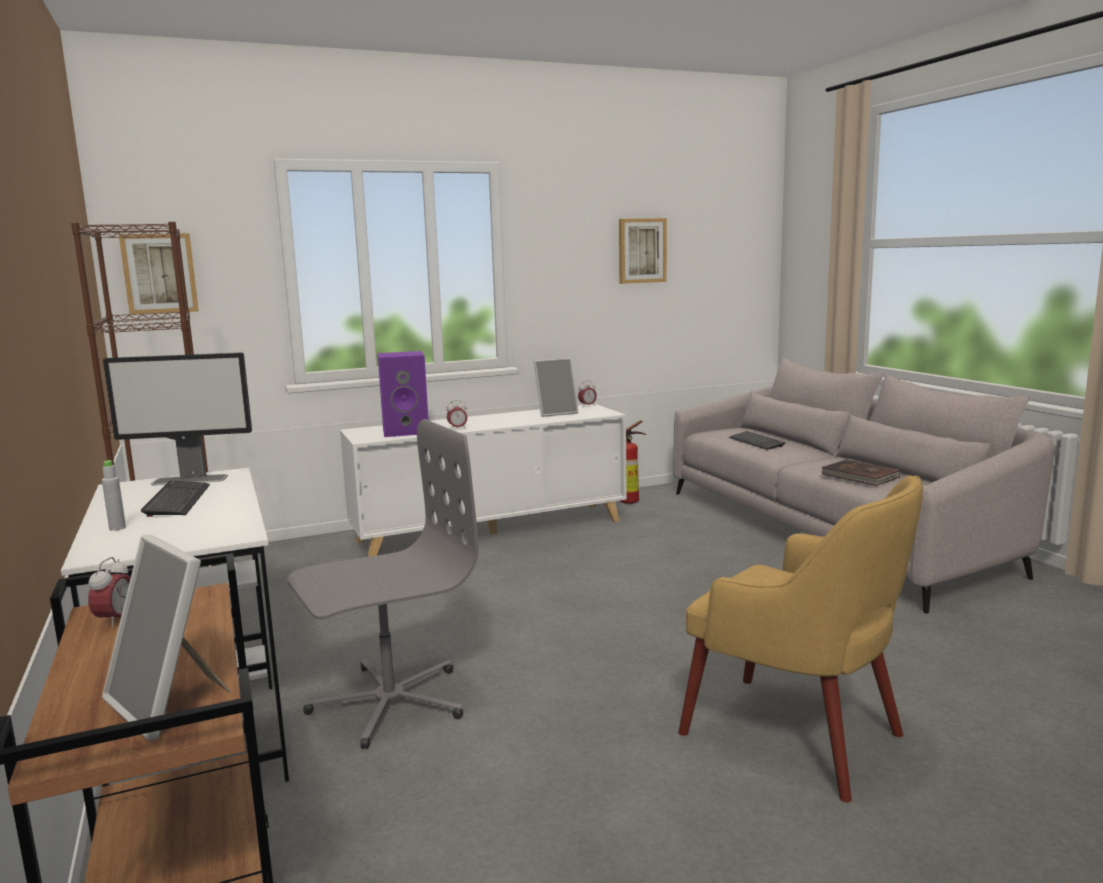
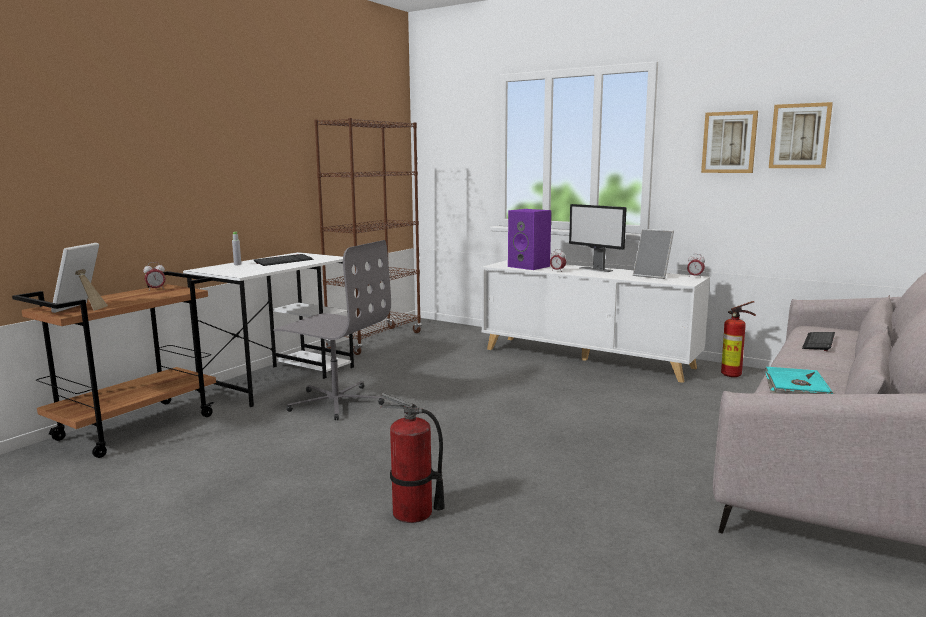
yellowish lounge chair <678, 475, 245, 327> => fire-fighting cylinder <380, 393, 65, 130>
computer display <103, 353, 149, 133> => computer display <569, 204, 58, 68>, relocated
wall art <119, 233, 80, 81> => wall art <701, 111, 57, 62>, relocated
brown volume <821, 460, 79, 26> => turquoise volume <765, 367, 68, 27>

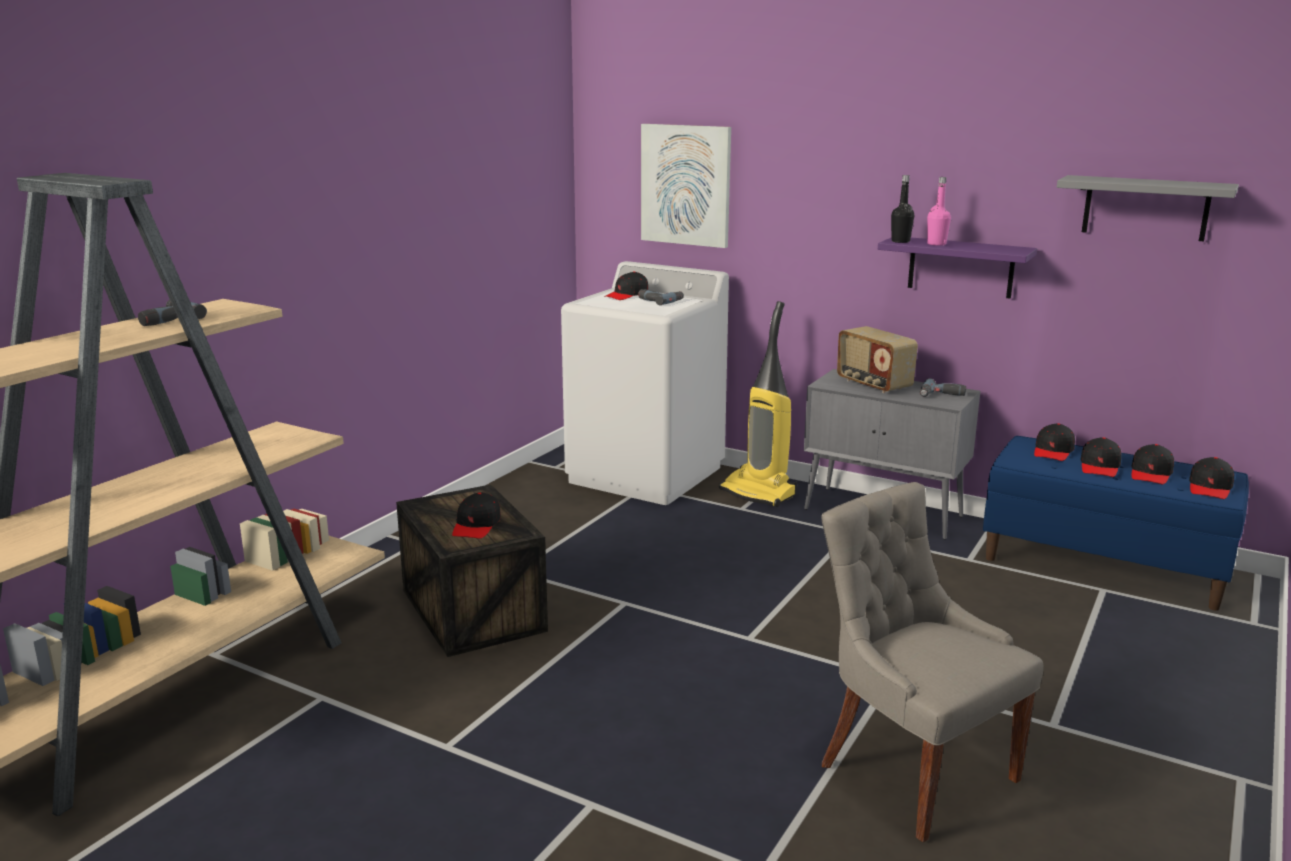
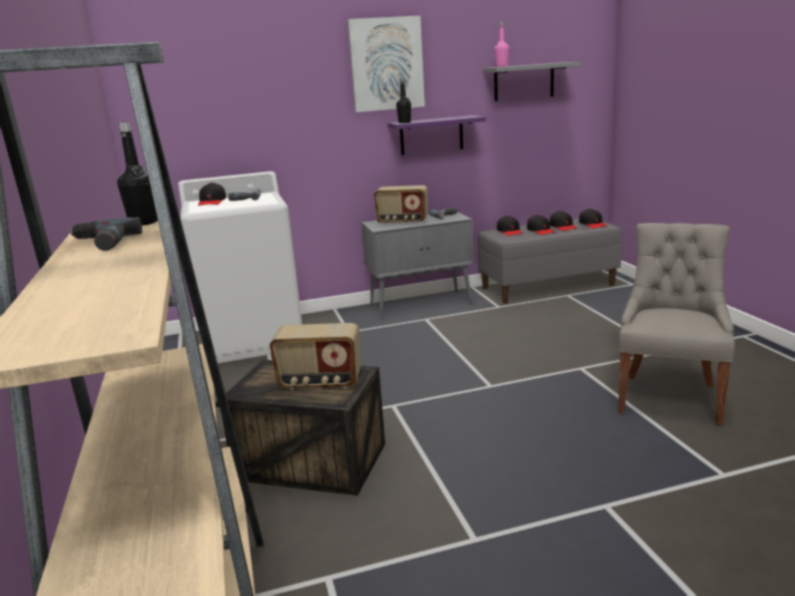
nothing => black-coloured beverage bottle <117, 122, 41, 103>
black-coloured peaked cap <452, 492, 49, 47> => radio <270, 323, 91, 67>
wall art <641, 124, 90, 124> => wall art <348, 16, 77, 96>, relocated
blue-coloured bench <983, 436, 266, 175> => grey bench <477, 218, 145, 86>
pinkish beverage bottle <927, 177, 24, 69> => pinkish beverage bottle <495, 21, 14, 46>, relocated
grey chair <821, 482, 223, 360> => grey chair <618, 223, 117, 203>, 105 degrees clockwise
vacuum <719, 301, 78, 206> => nothing

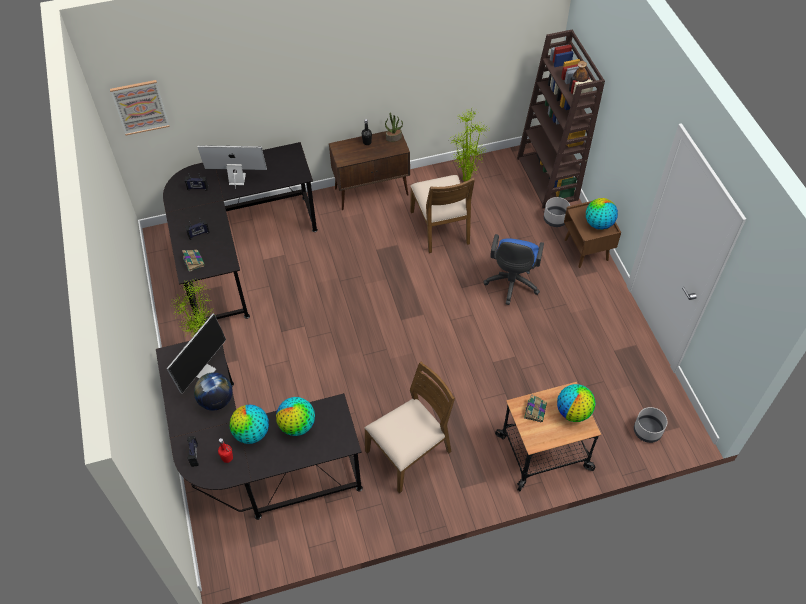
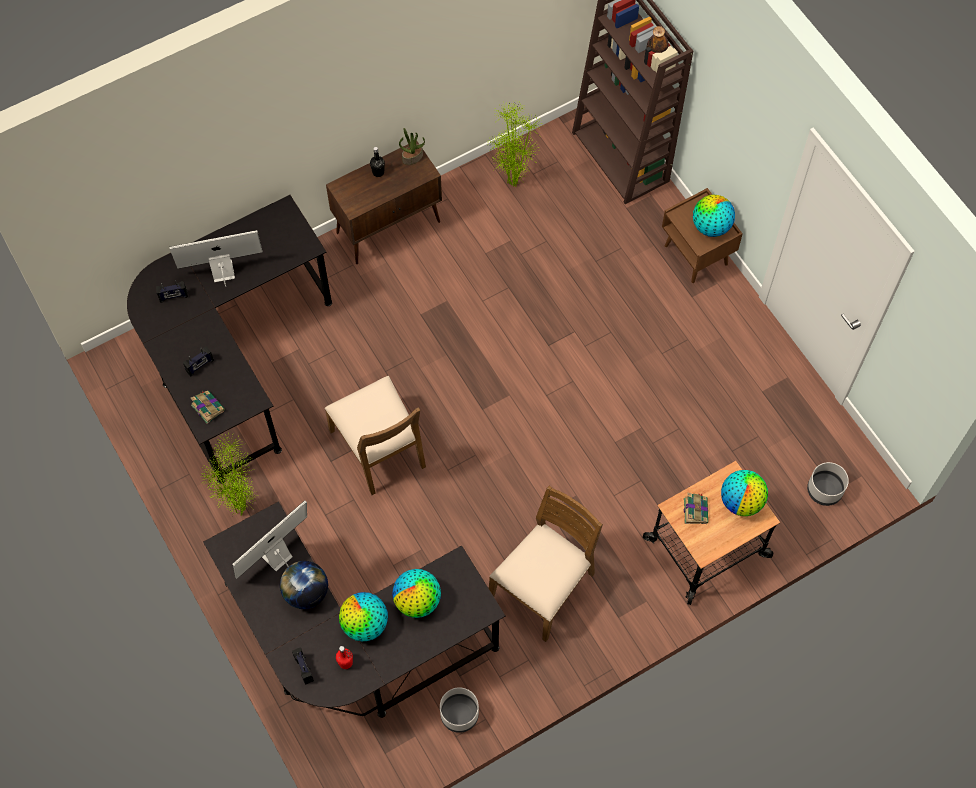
computer display <167, 314, 59, 80> => computer display <232, 500, 75, 79>, 150 degrees counterclockwise
brown chair <410, 175, 65, 78> => brown chair <325, 376, 101, 119>, relocated
grey flower pot <544, 197, 26, 30> => grey flower pot <440, 687, 39, 46>, relocated
wall art <110, 80, 60, 55> => nothing
blue-coloured office chair <483, 234, 61, 71> => nothing

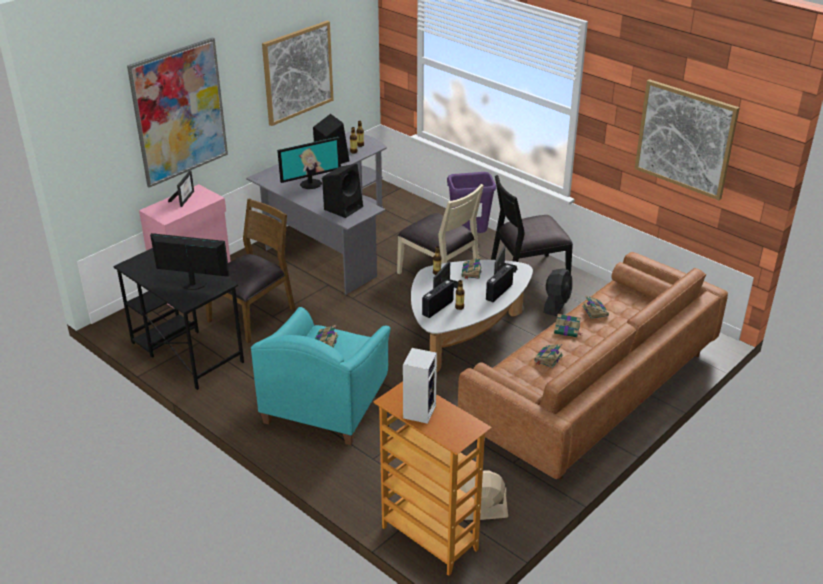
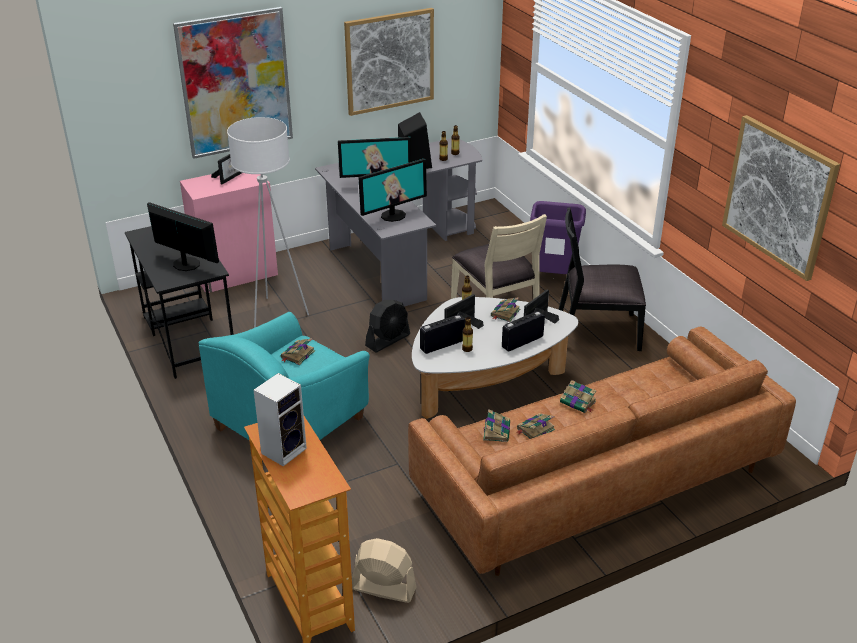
brown chair <205, 199, 90, 144> => white-coloured standing lamp <227, 117, 82, 211>
black-coloured audio speaker <322, 164, 41, 54> => computer display <358, 158, 69, 64>
black-coloured cooling fan <543, 268, 29, 48> => black-coloured cooling fan <365, 300, 45, 53>, relocated
volume <582, 296, 27, 23> => volume <483, 409, 27, 33>, relocated

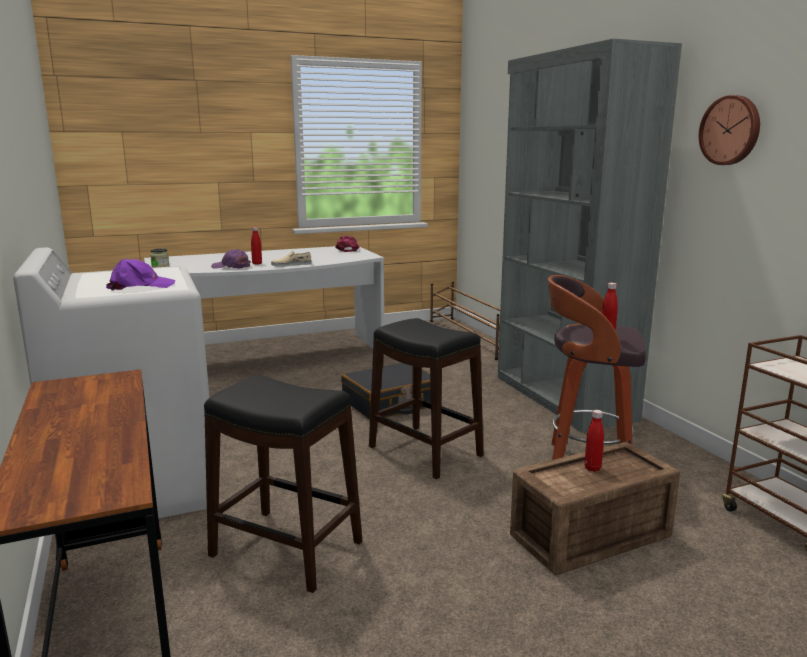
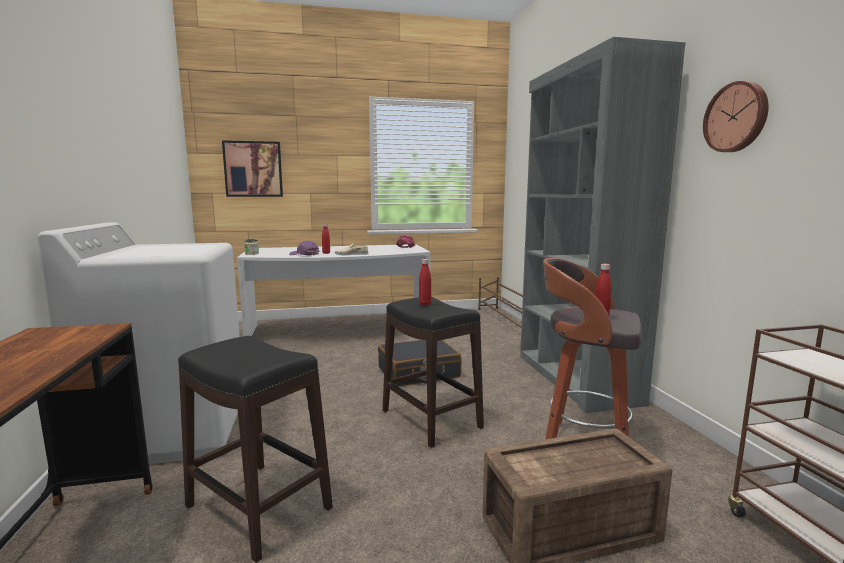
nothing => wall art <222, 140, 61, 57>
red beverage bottle <584, 410, 20, 62> => red beverage bottle <419, 259, 12, 47>, relocated
purplish peaked cap <106, 259, 69, 32> => nothing

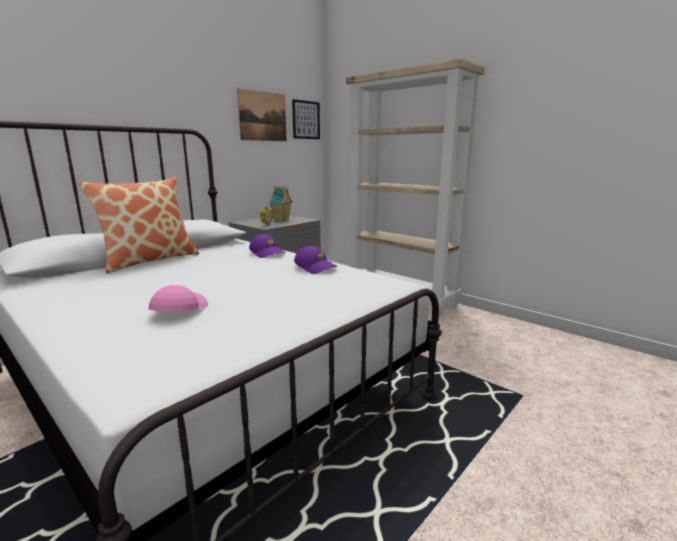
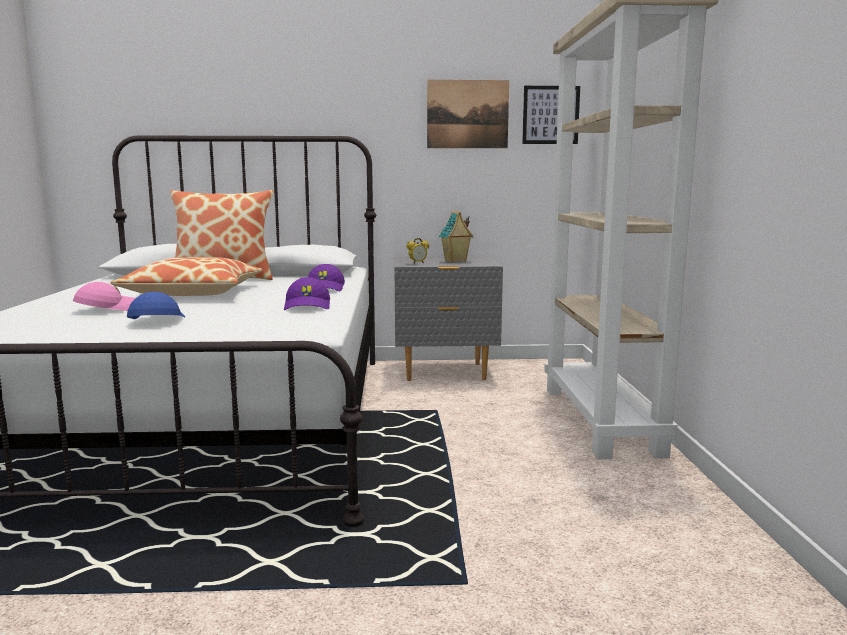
nothing => cushion <110, 257, 152, 39>
nothing => blue-coloured peaked cap <127, 292, 58, 27>

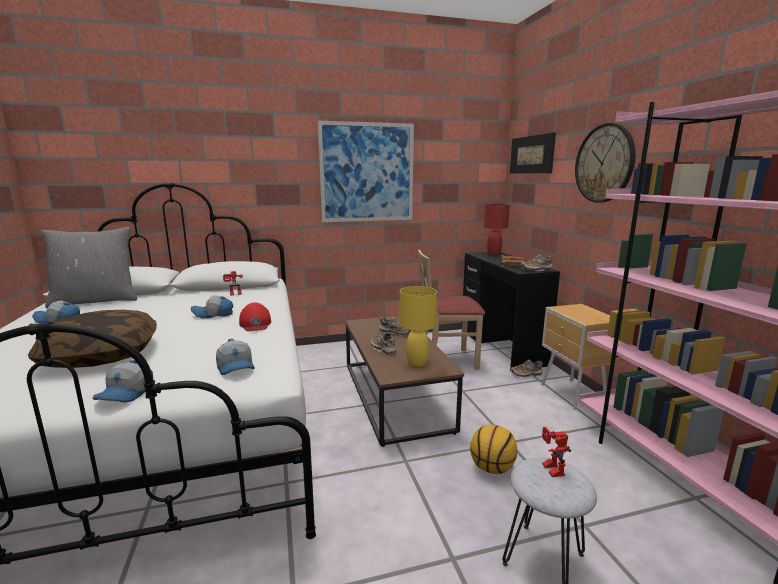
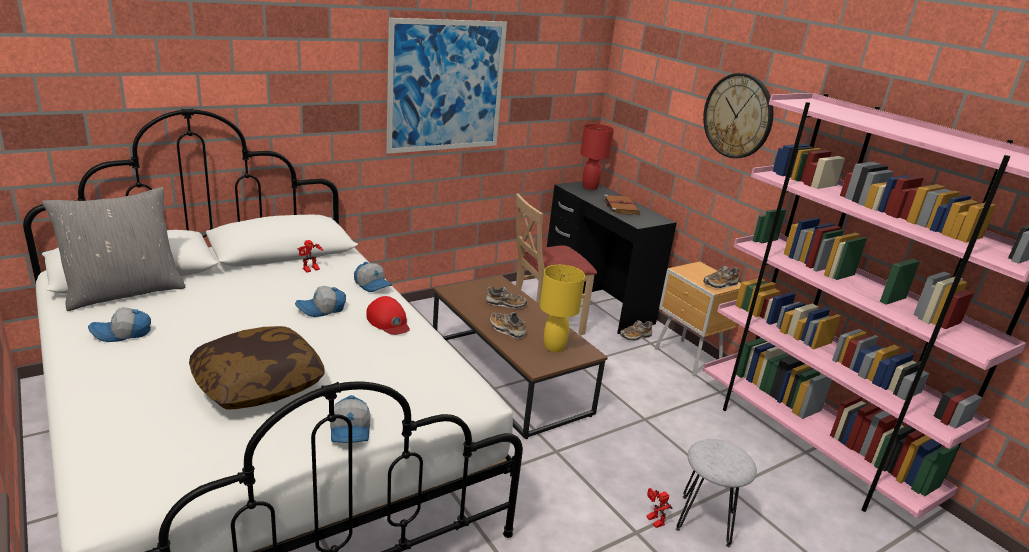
peaked cap <216, 339, 39, 36> => peaked cap <354, 262, 38, 30>, relocated
toy robot <542, 427, 29, 50> => toy robot <646, 488, 26, 40>, relocated
item of footwear <521, 254, 32, 17> => item of footwear <703, 266, 36, 23>, relocated
basketball ball <470, 425, 47, 49> => nothing
wall art <510, 133, 46, 41> => nothing

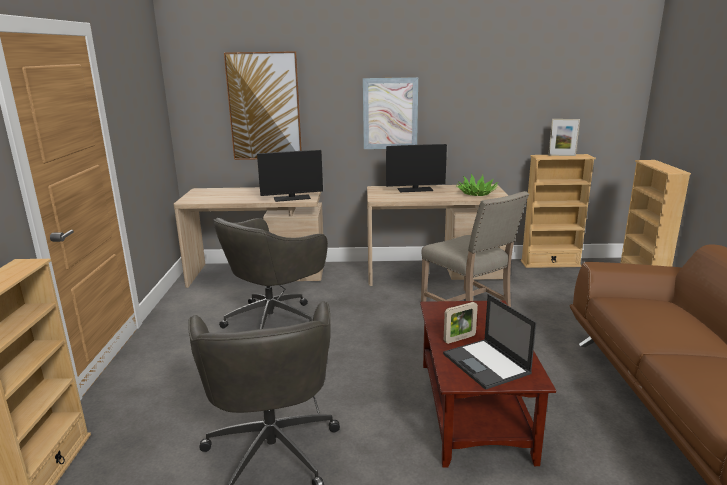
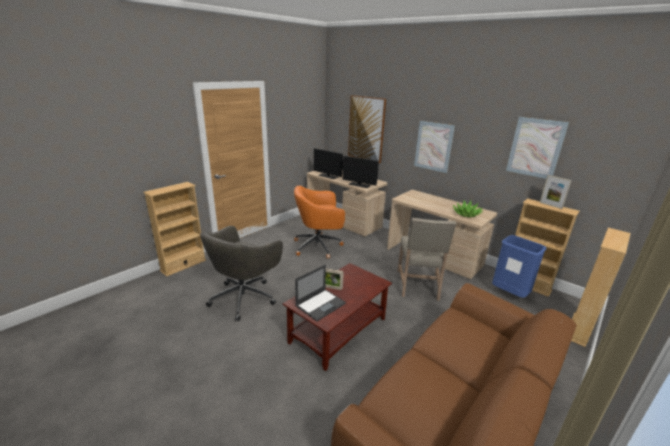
grey office chair <214, 218, 114, 111> => orange-coloured office chair <294, 186, 51, 73>
portable computer <443, 294, 93, 96> => portable computer <295, 264, 51, 57>, 150 degrees counterclockwise
computer display <386, 144, 61, 48> => computer display <314, 148, 29, 31>, relocated
nothing => blue-coloured waste bin <492, 235, 54, 63>
nothing => wall art <506, 117, 63, 62>

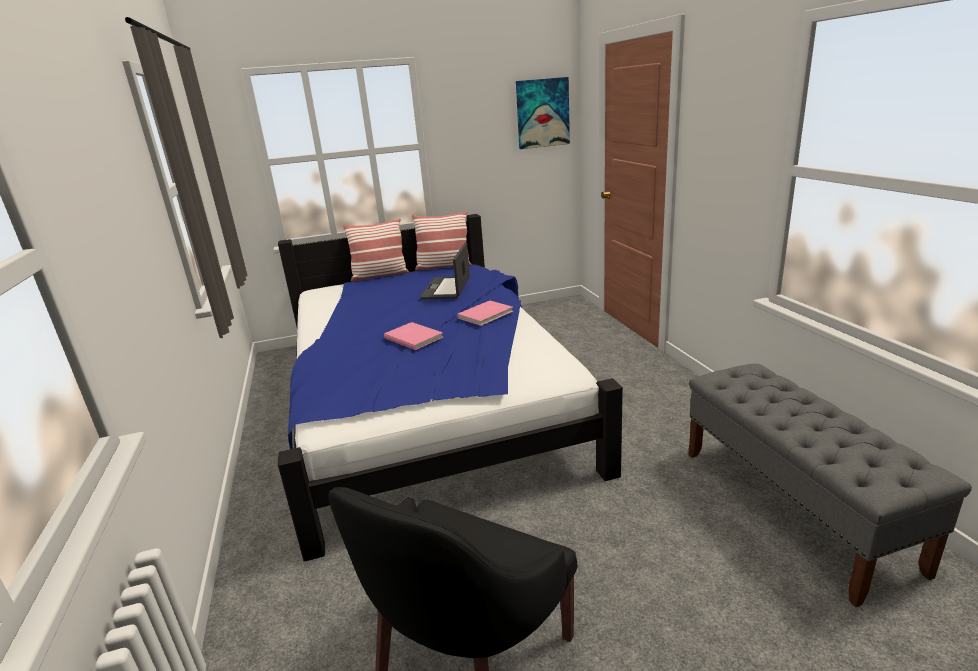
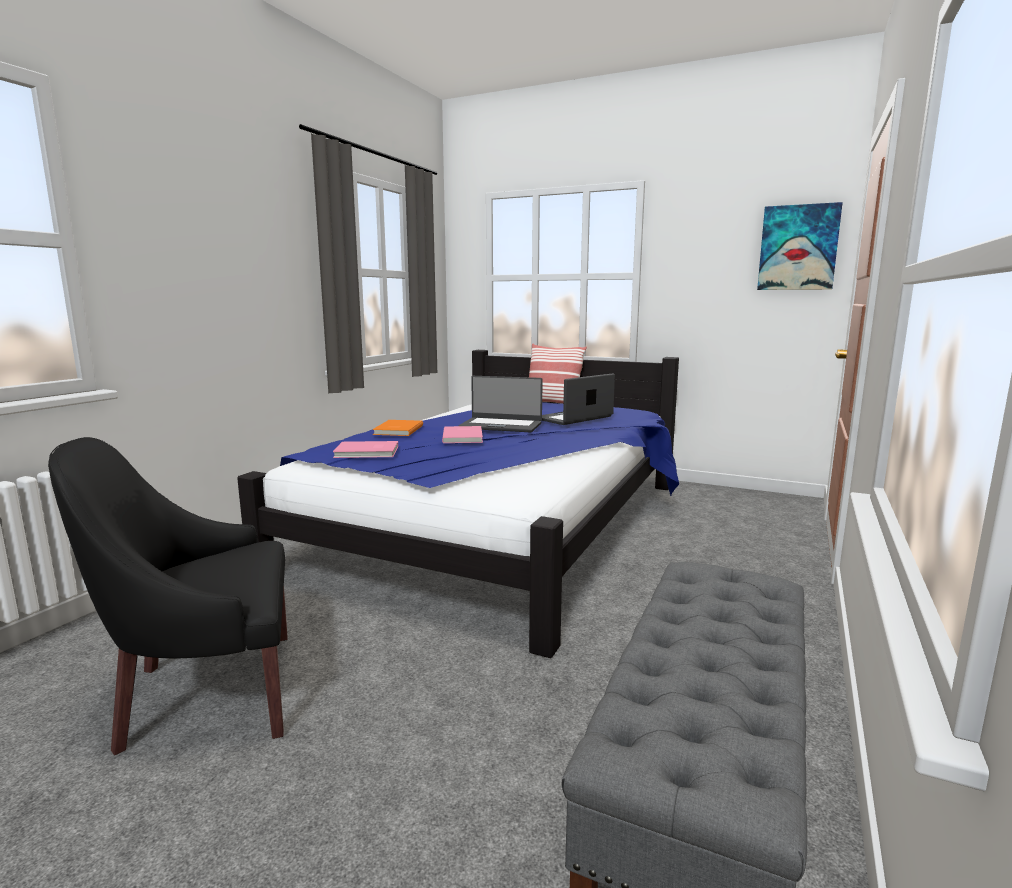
pinkish volume <457, 301, 57, 25> => pinkish volume <333, 441, 65, 17>, relocated
nothing => orange-coloured volume <372, 420, 51, 16>
nothing => portable computer <458, 376, 85, 56>
cushion <412, 211, 60, 60> => nothing

